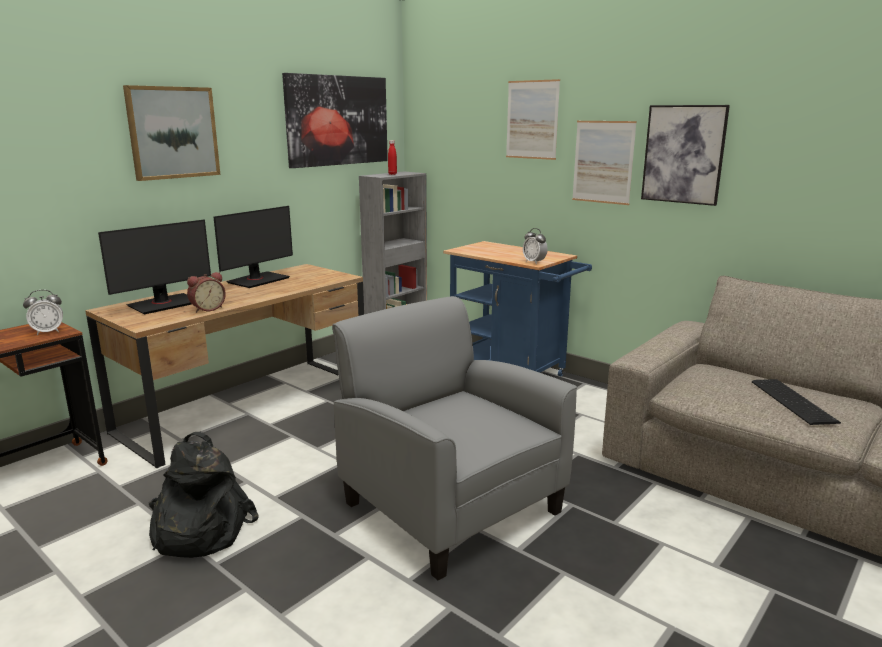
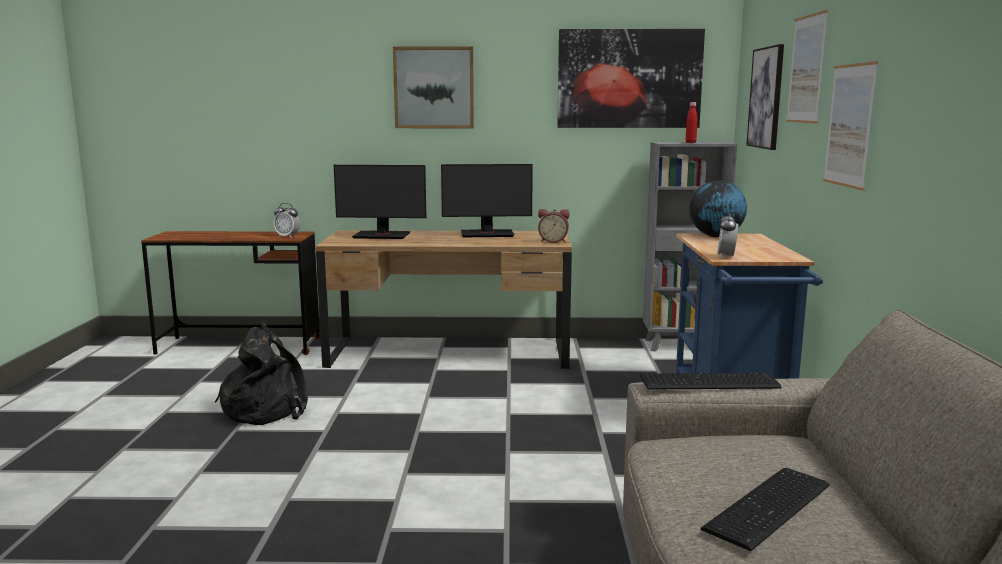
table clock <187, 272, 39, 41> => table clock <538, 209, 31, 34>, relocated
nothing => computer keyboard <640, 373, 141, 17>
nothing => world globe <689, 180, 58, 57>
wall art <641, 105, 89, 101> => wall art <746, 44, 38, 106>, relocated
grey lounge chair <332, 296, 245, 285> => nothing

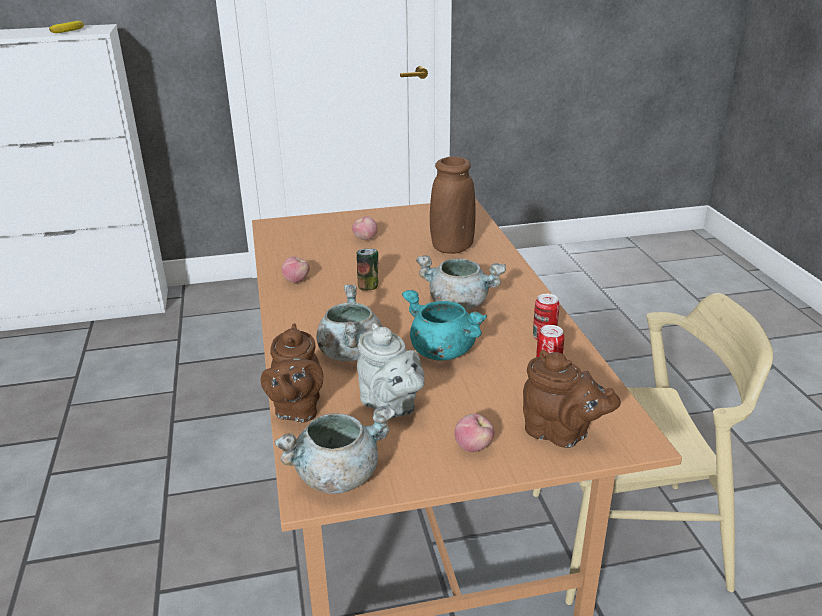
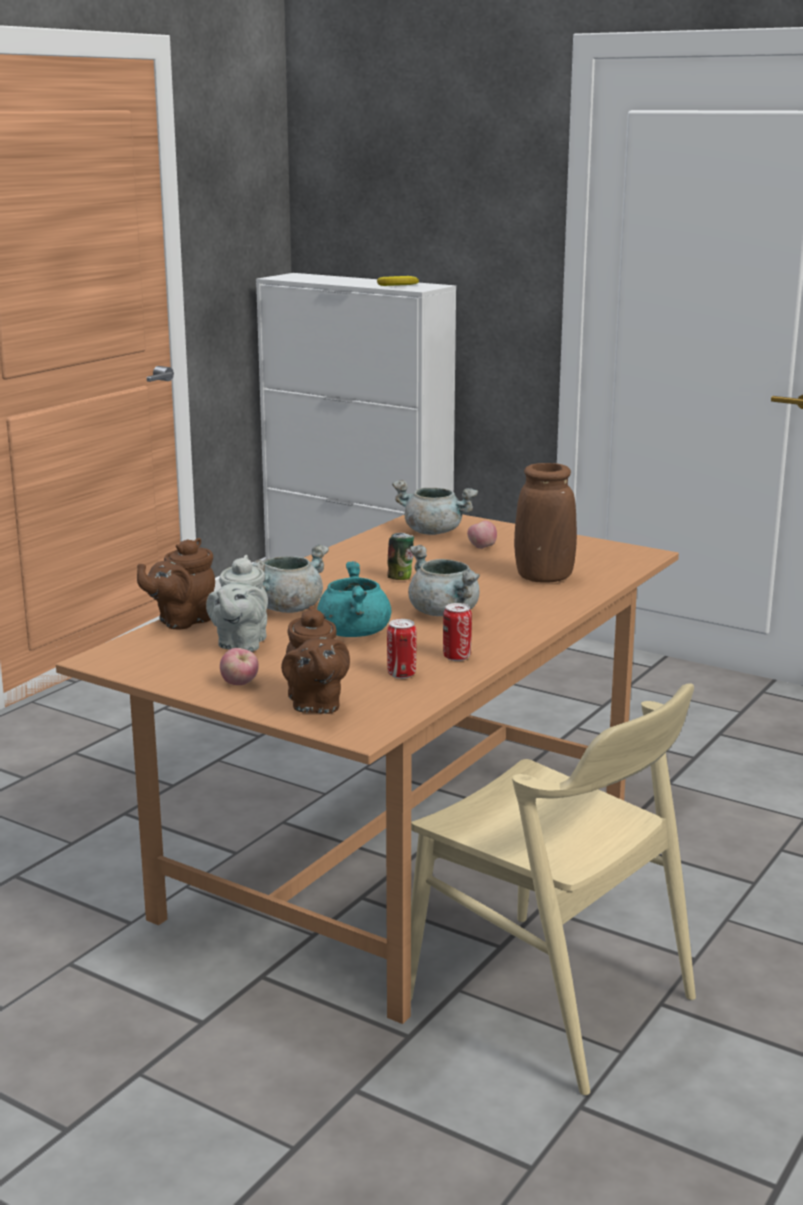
grey saucepot <274, 404, 122, 90> => grey saucepot <392, 480, 86, 55>, relocated
apple <282, 257, 28, 26> => nothing

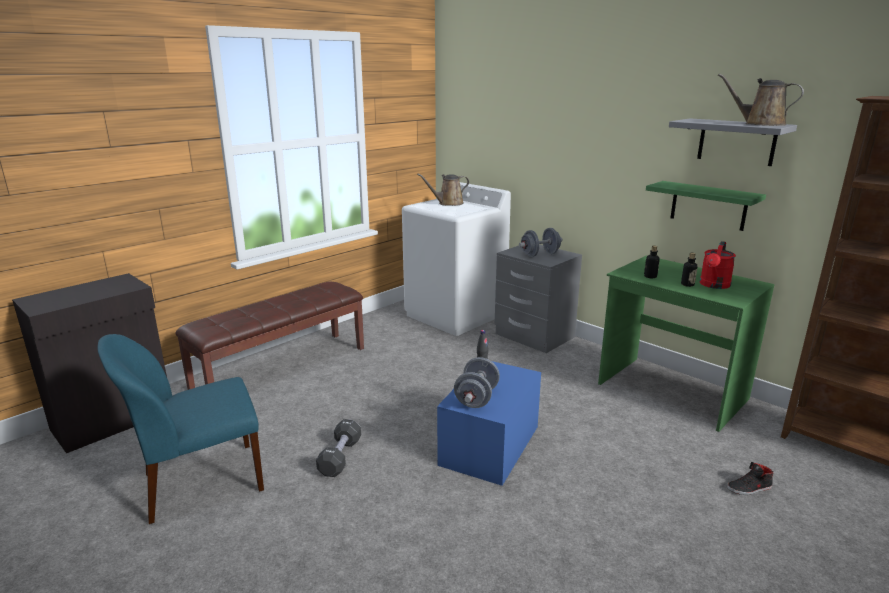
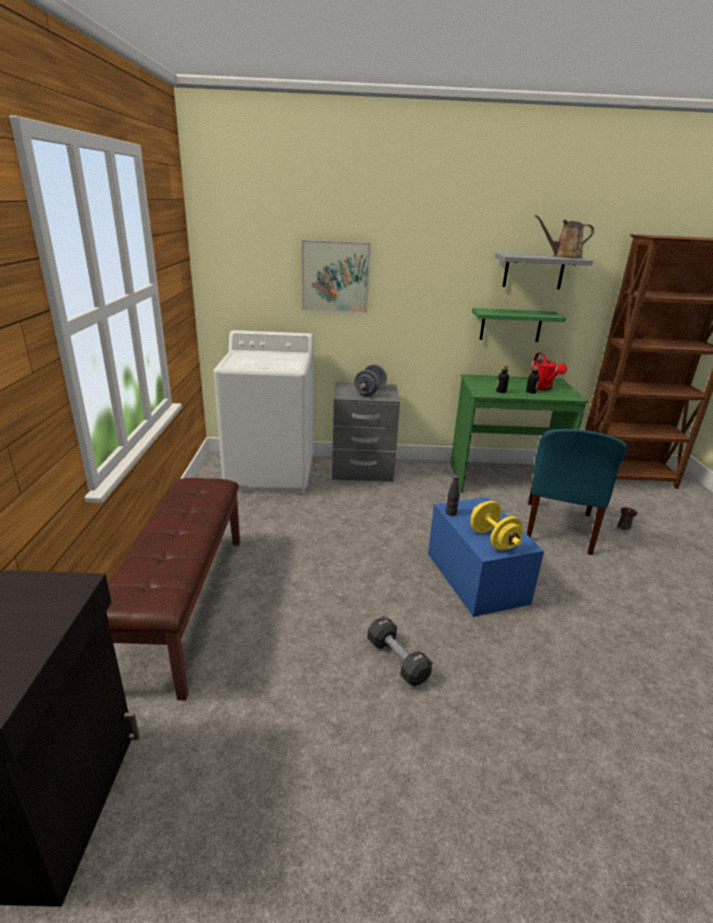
nothing => wall art <301, 240, 70, 73>
grey hand weight <454, 357, 46, 51> => yellowish hand weight <471, 501, 52, 49>
blue-coloured chair <98, 334, 166, 190> => blue-coloured chair <527, 429, 101, 126>, relocated
brown sprinkling can <417, 173, 52, 33> => nothing

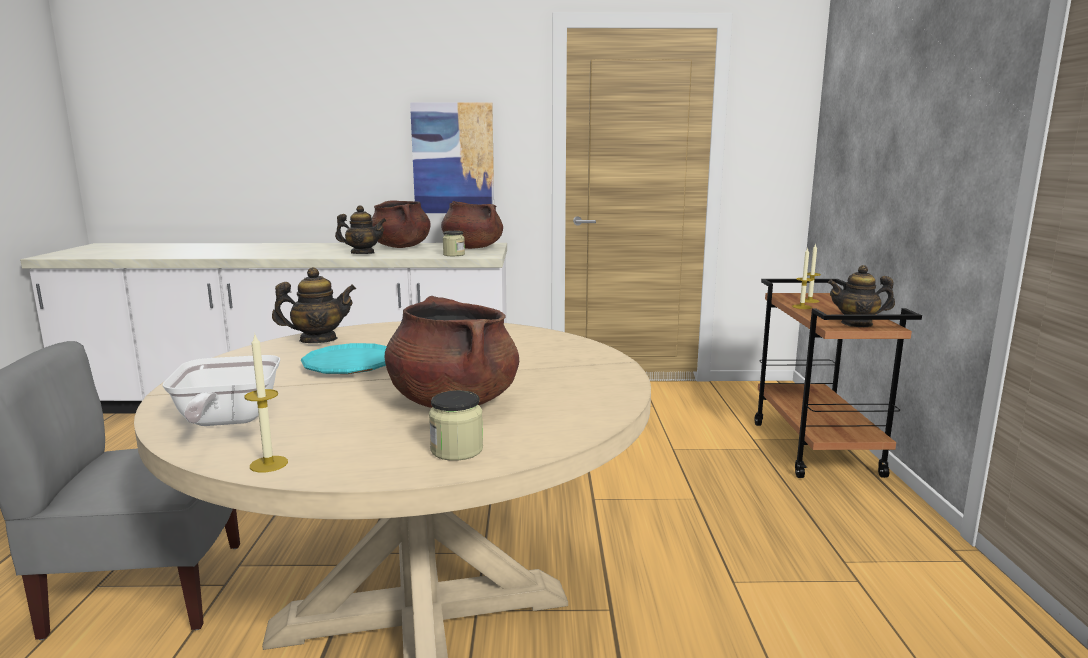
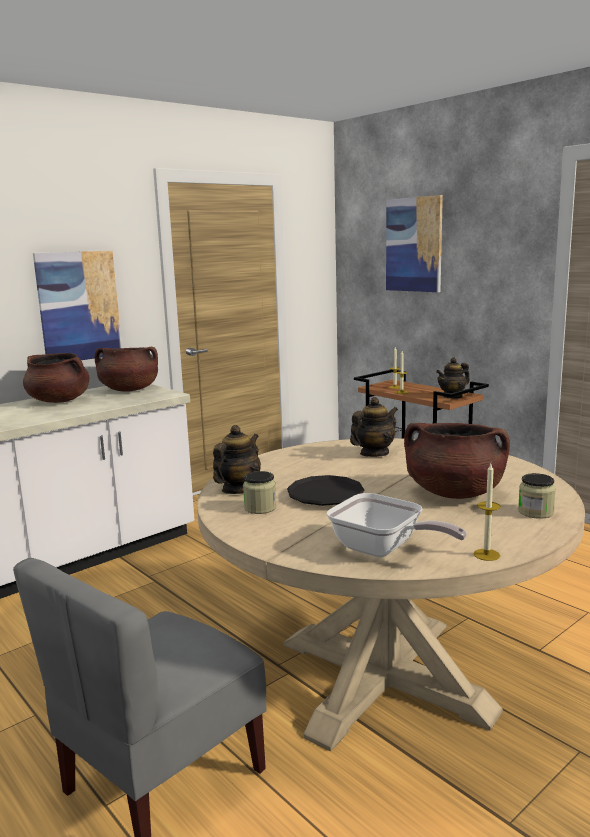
jar <443, 231, 22, 25> => jar <243, 471, 34, 43>, relocated
turquoise plate <301, 343, 86, 31> => black-coloured plate <287, 475, 78, 31>
teapot <335, 205, 51, 49> => teapot <350, 397, 48, 60>, relocated
nothing => wall art <386, 195, 57, 97>

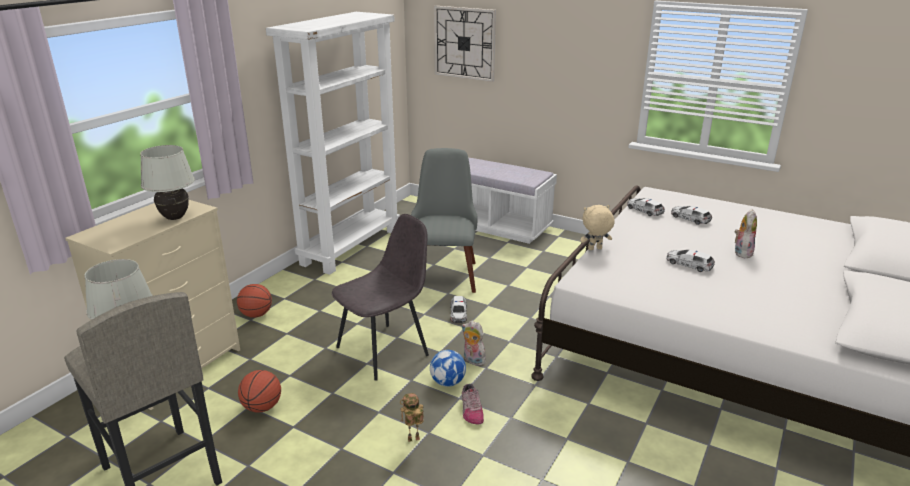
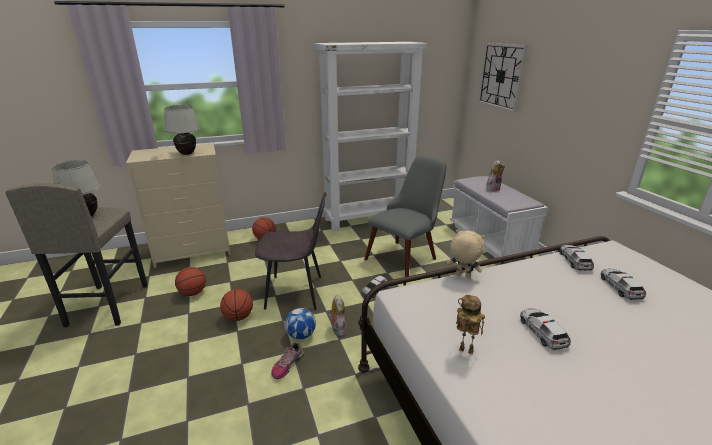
nothing => basketball ball <220, 289, 33, 32>
toy robot <400, 393, 24, 49> => toy robot <456, 295, 29, 59>, relocated
cuddly toy <735, 209, 22, 49> => cuddly toy <486, 160, 19, 31>, relocated

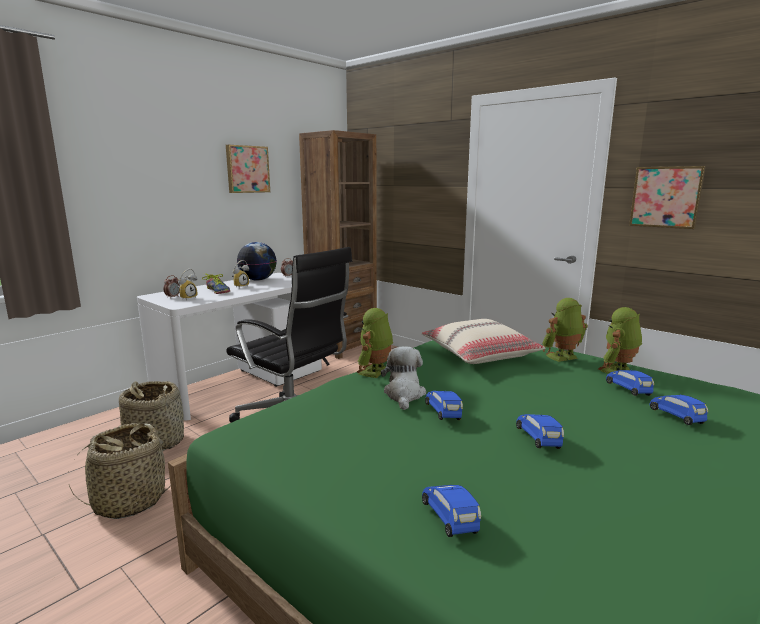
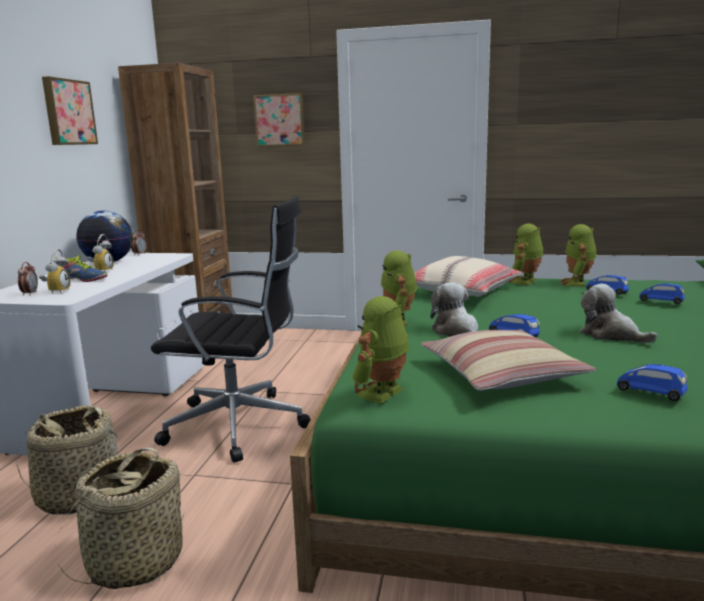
wall art <629, 166, 77, 63> => wall art <253, 93, 52, 54>, relocated
nothing => toy robot <352, 296, 57, 107>
nothing => cushion <421, 329, 175, 62>
blue-coloured model car <516, 414, 48, 35> => cuddly toy <579, 284, 78, 59>

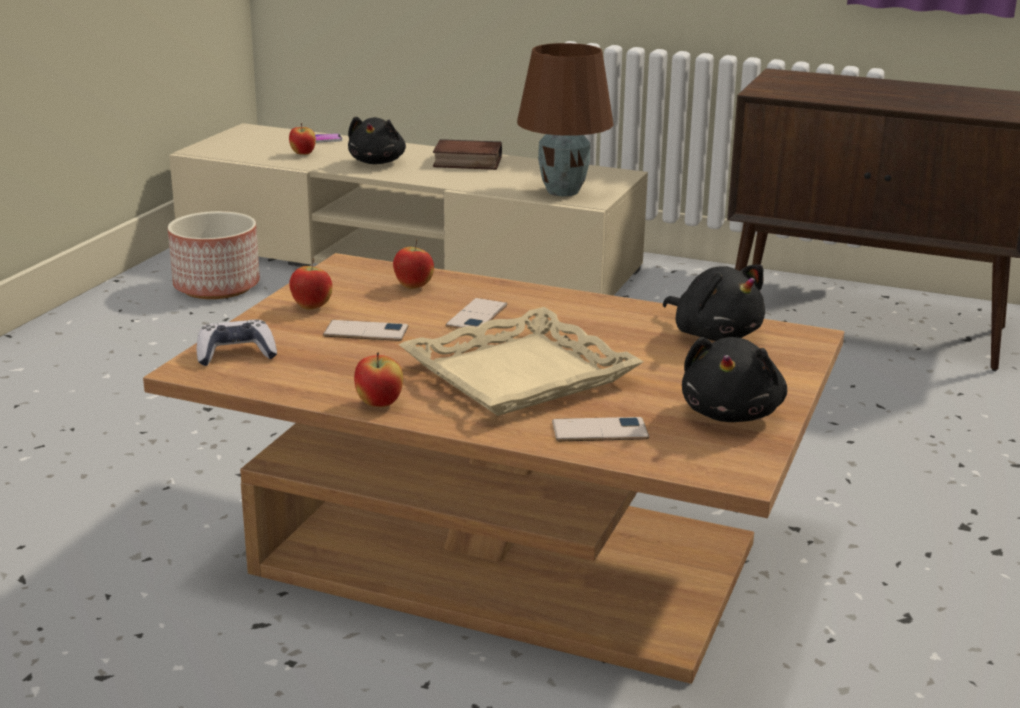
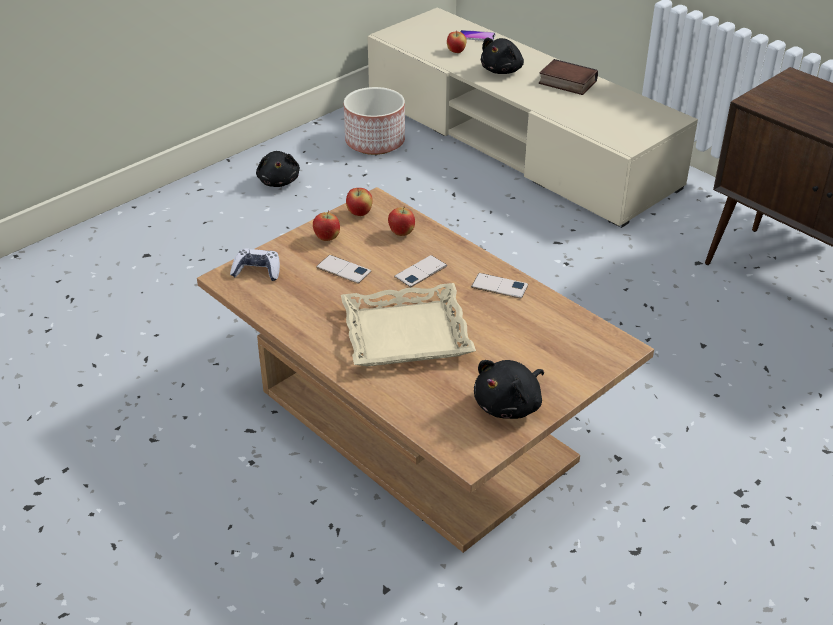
black-coloured cuddly toy <663, 264, 102, 77> => black-coloured cuddly toy <256, 151, 44, 36>, relocated
apple <354, 352, 49, 55> => apple <346, 188, 27, 28>, relocated
telephone <552, 417, 97, 24> => telephone <471, 273, 57, 26>, relocated
brown lamp for a table <517, 43, 97, 154> => nothing

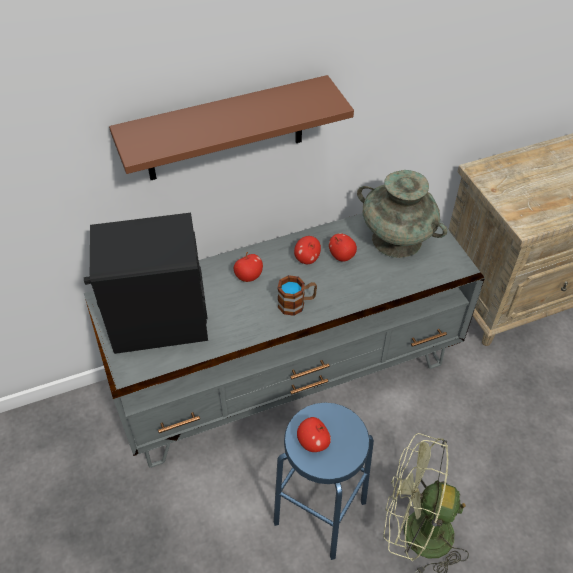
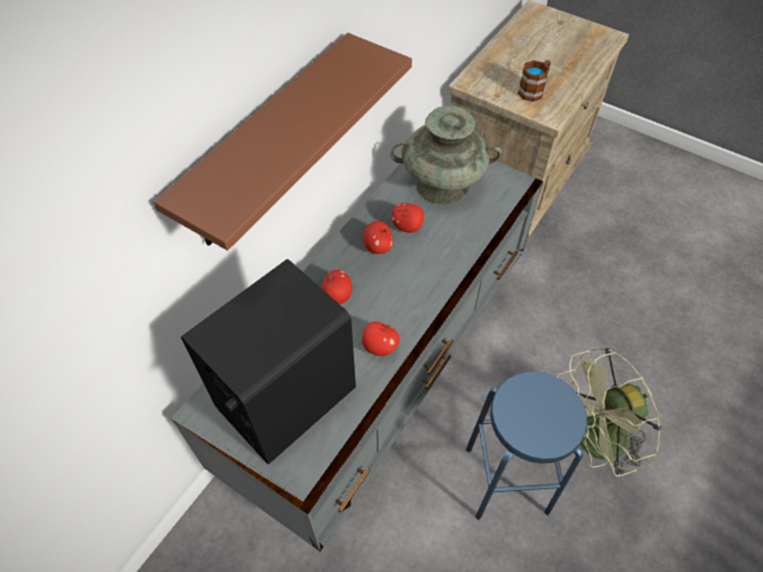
apple <297, 417, 34, 35> => apple <362, 322, 38, 34>, relocated
coffee mug <278, 275, 39, 41> => coffee mug <518, 60, 33, 42>, relocated

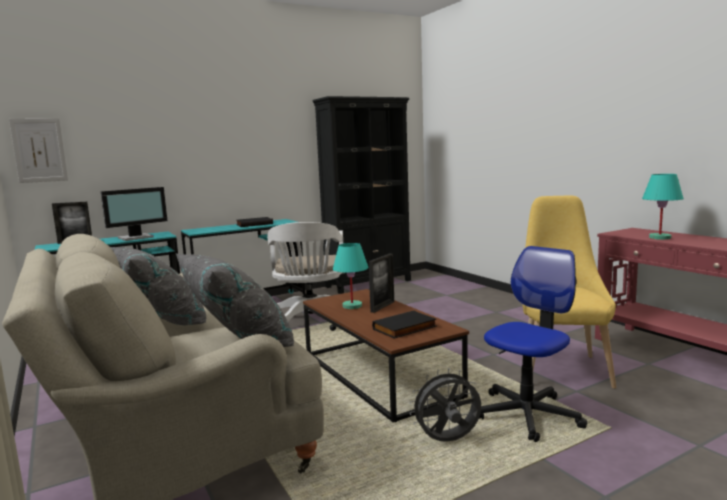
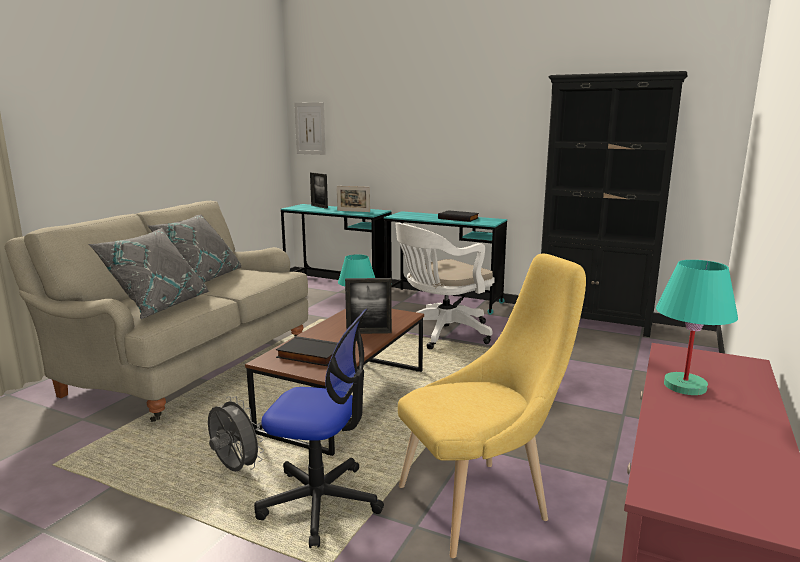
computer display <101, 187, 66, 54> => standing frame <337, 186, 33, 26>

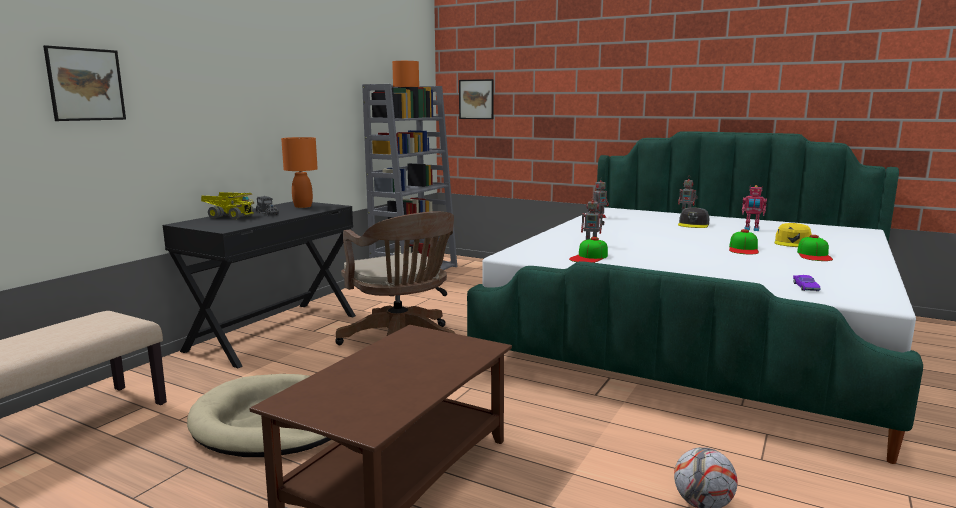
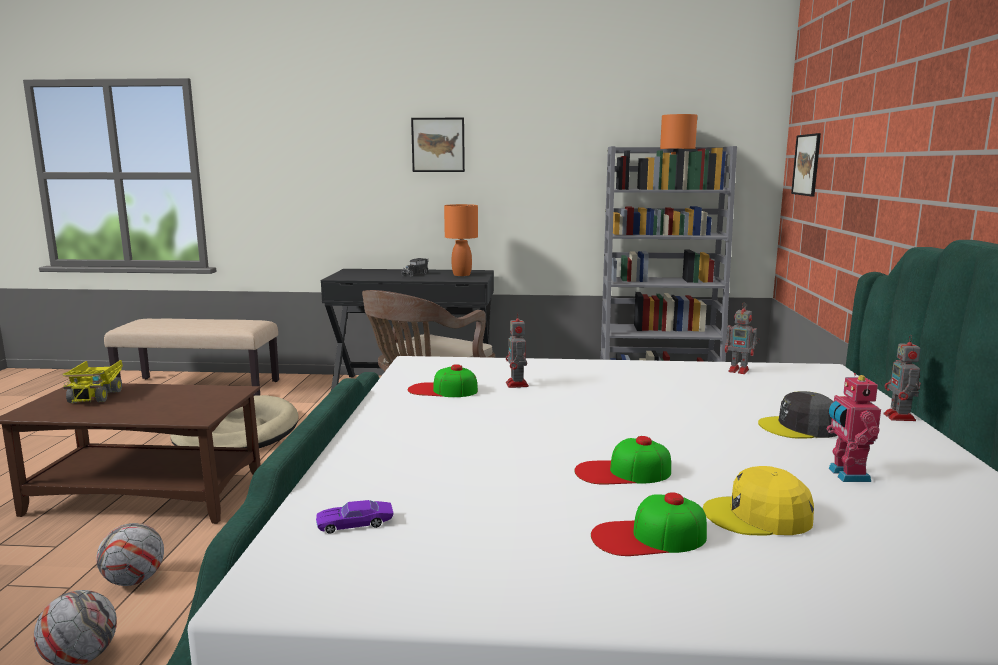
model truck <201, 192, 53, 27> => model truck <63, 360, 60, 43>, relocated
nothing => football <96, 523, 68, 63>
wall art <43, 45, 83, 76> => wall art <411, 118, 54, 54>, relocated

